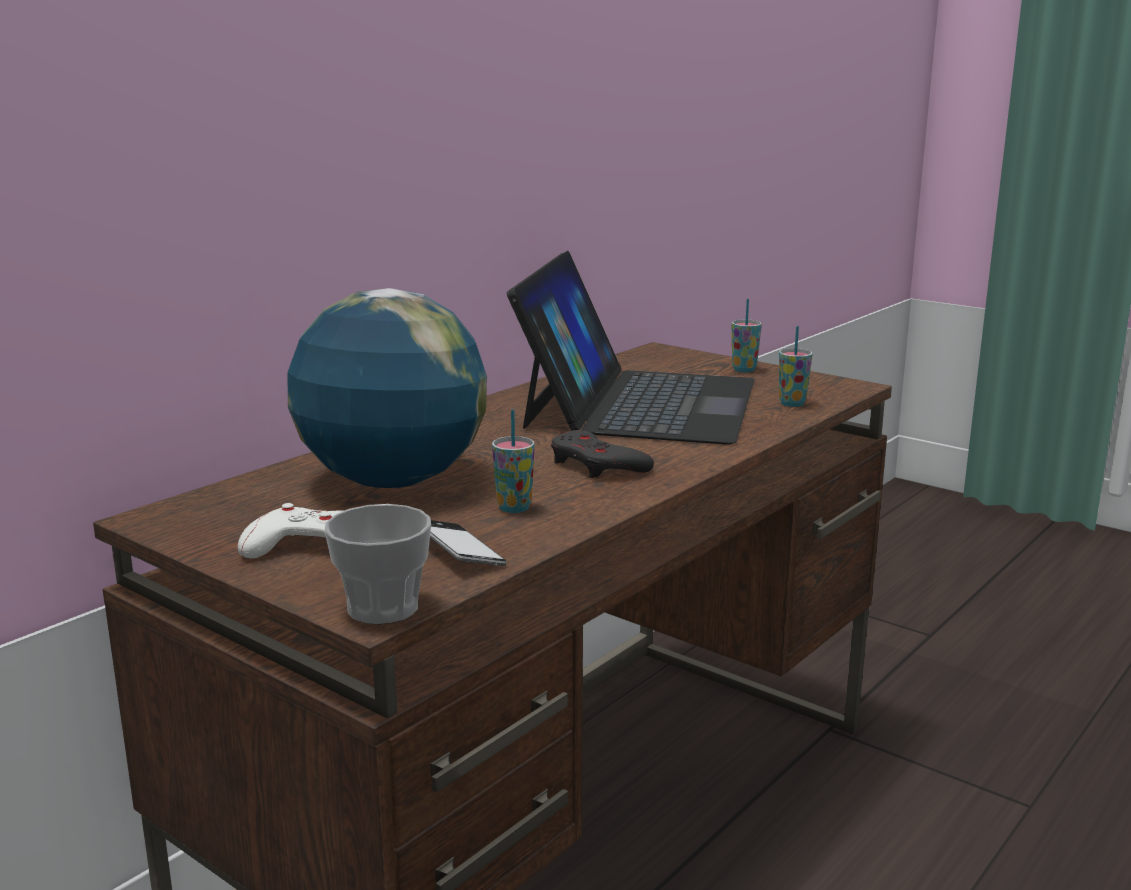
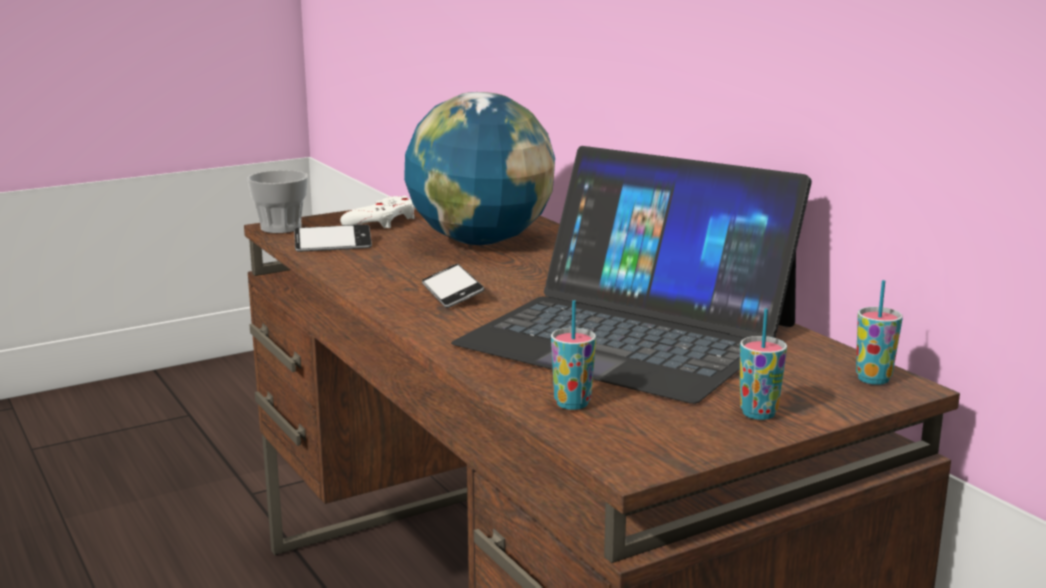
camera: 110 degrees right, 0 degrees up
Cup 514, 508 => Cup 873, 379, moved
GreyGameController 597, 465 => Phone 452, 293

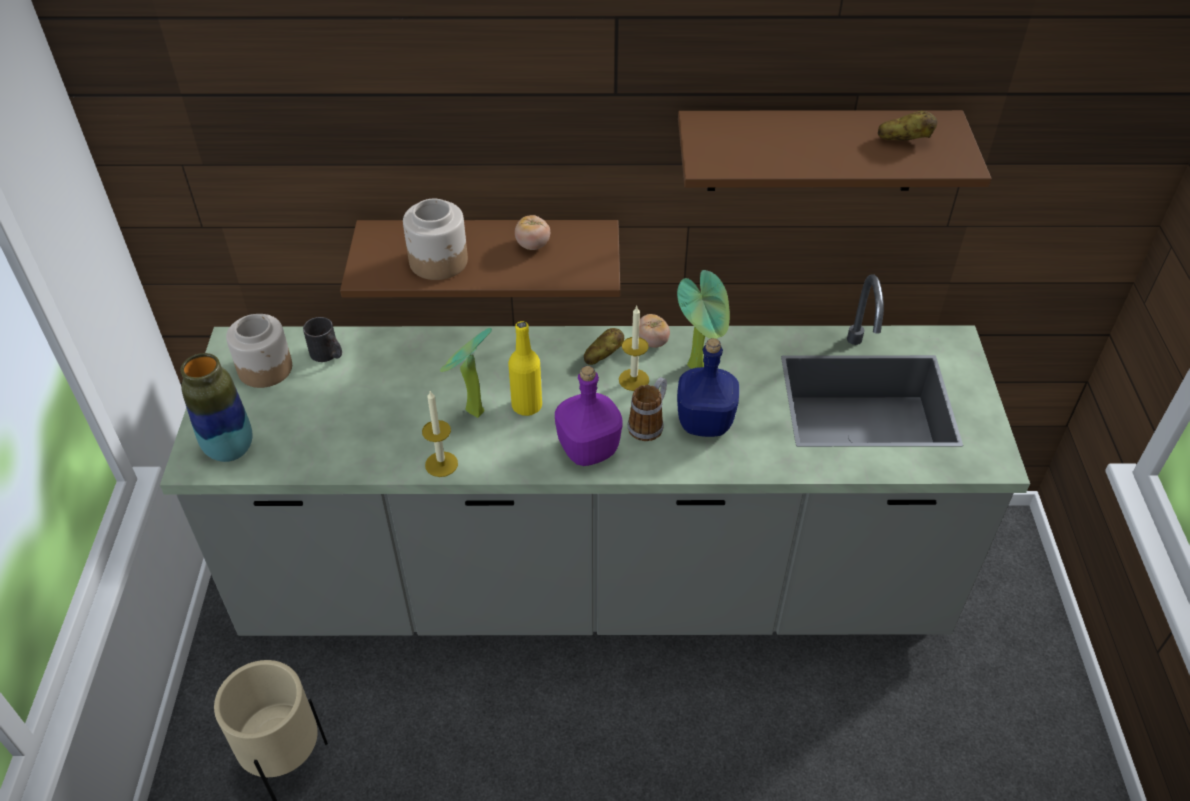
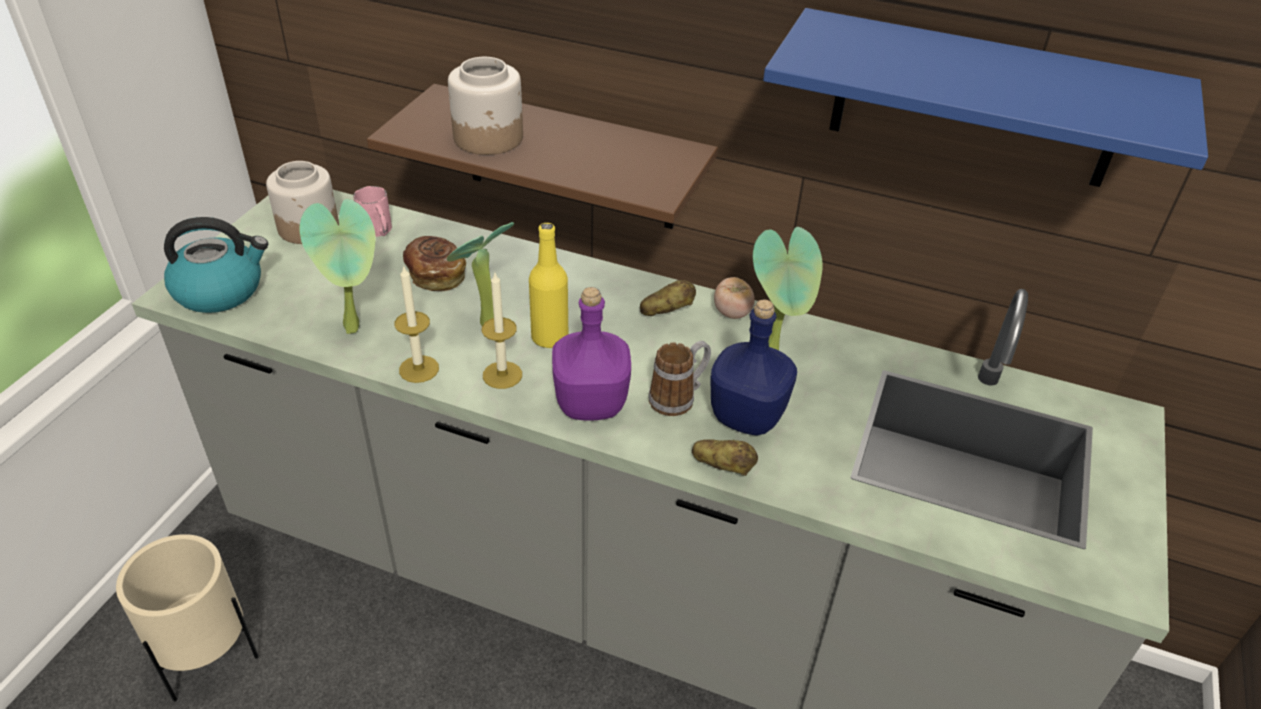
camera: 20 degrees right, 5 degrees down
Vase 230, 449 => Kettle 220, 290
BlackMug 328, 354 => PinkMug 378, 231
Tomato 533, 245 => nothing
Candle 633, 380 => Candle 502, 375, moved
BrownShelf 813, 150 => BlueShelf 976, 100
Potato 904, 140 => Potato 723, 467, moved
nothing => PottedPlant 356, 327
nothing => Bread 436, 275

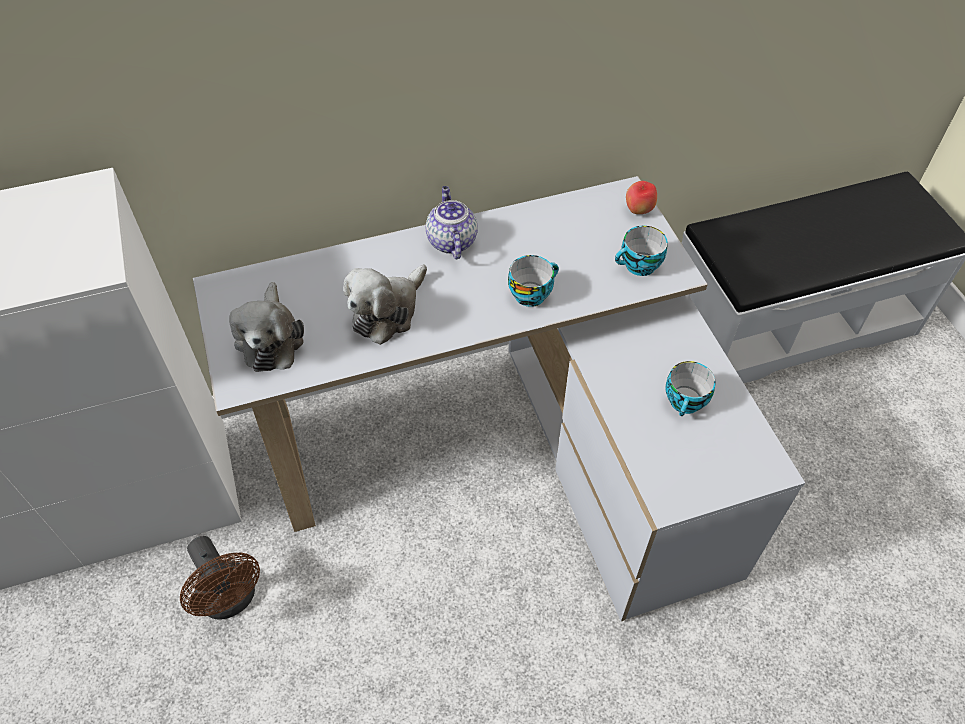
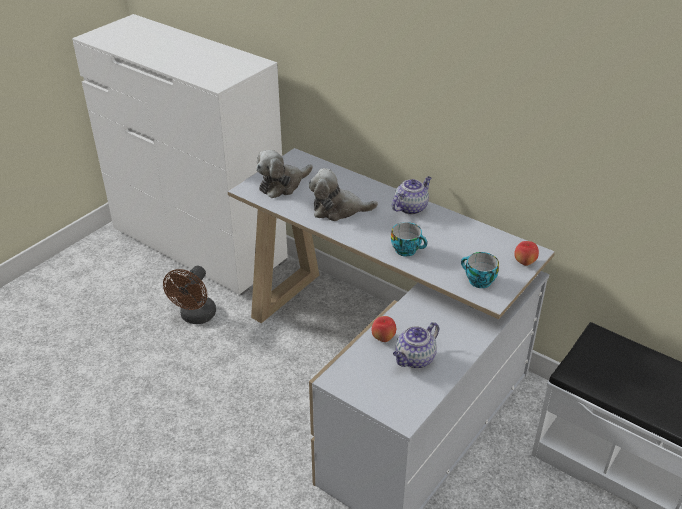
camera: 55 degrees right, 15 degrees down
Cup 686, 403 => Teapot 414, 359
nothing => Apple 383, 338

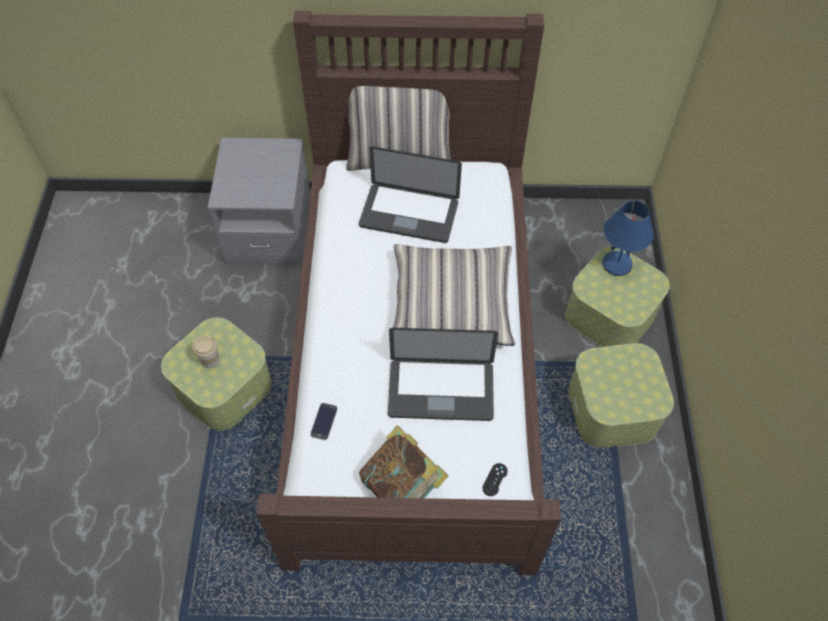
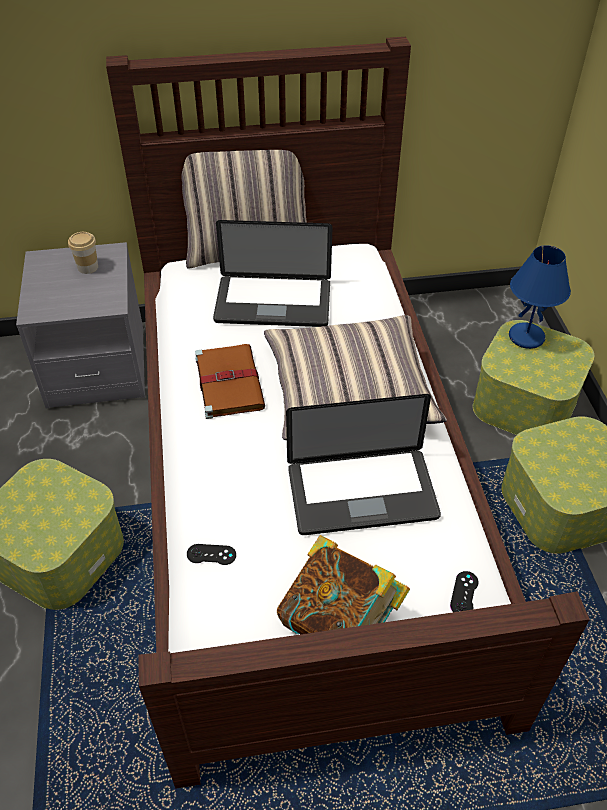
camera: 10 degrees left, 10 degrees down
Cup 210, 360 => Cup 88, 267, moved
Phone 324, 421 => BlackGameController 211, 554
nothing => BrownBook 228, 382

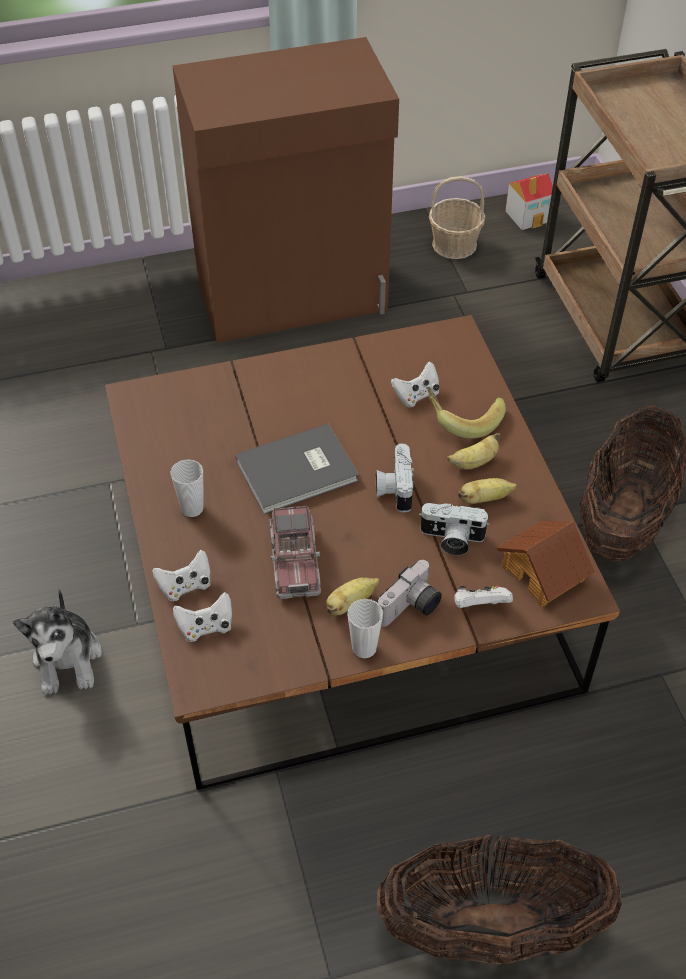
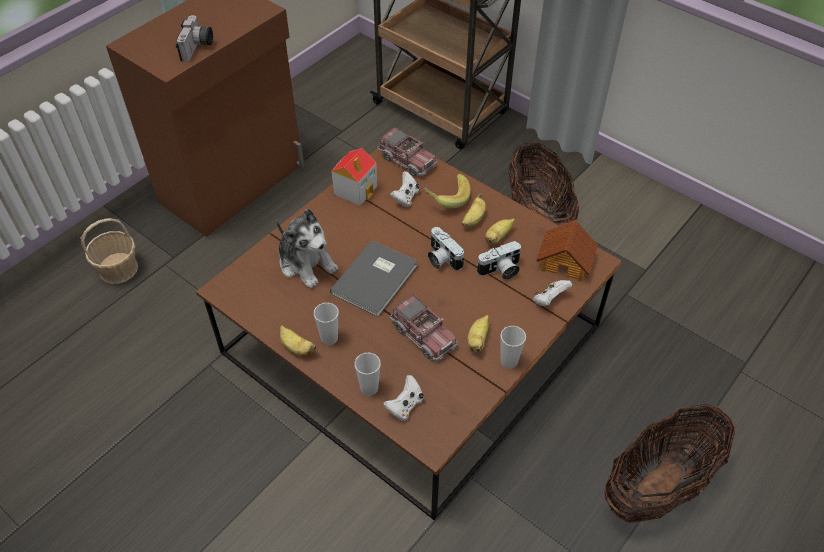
camera: 35 degrees left, 0 degrees up
PlushToy 68, 658 => PlushToy 306, 263, moved
WhiteGameController 185, 586 => Cup 369, 388
PhotoCamera 410, 608 => PhotoCamera 198, 48, moved
Basket 454, 244 => Basket 119, 269, moved
ToyHouse 528, 216 => ToyHouse 355, 189, moved
nothing => Banana 296, 348
nothing => ToyTruck 407, 160

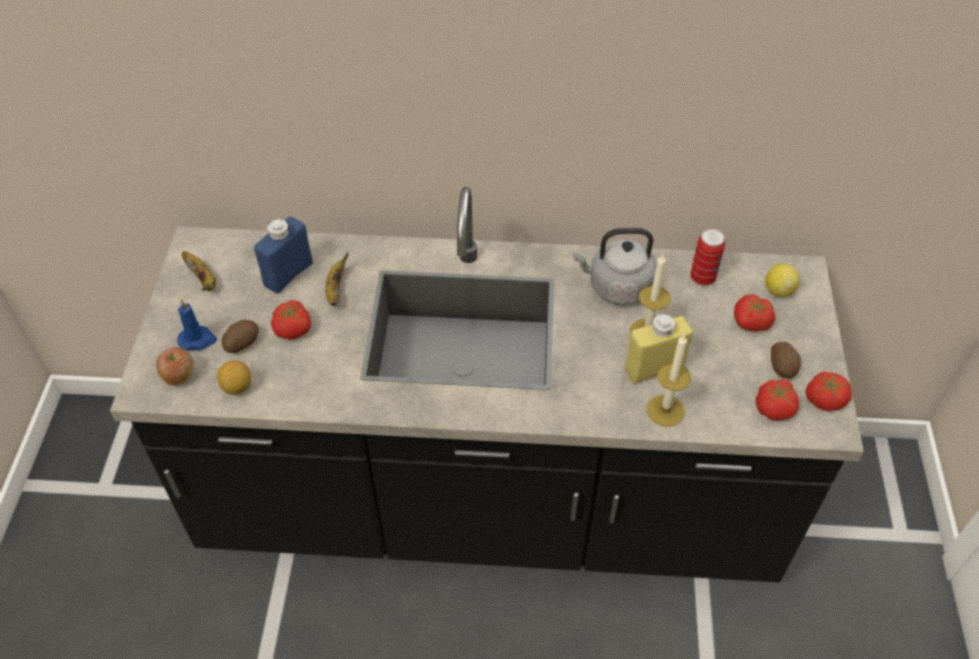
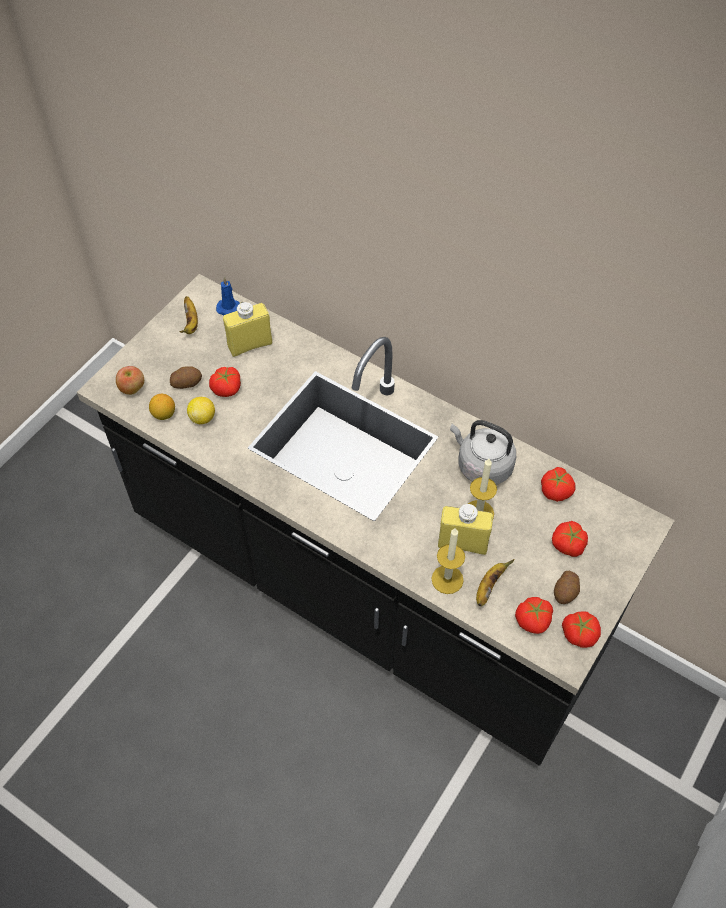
camera: 30 degrees right, 5 degrees up
BlueCandle 198, 339 => BlueCandle 230, 309, moved
BlueBottle 288, 274 => YellowBottle 250, 345
Banana 336, 290 => Banana 489, 586, moved
Can 702, 278 => Tomato 556, 490
Lemon 778, 290 => Lemon 203, 418, moved

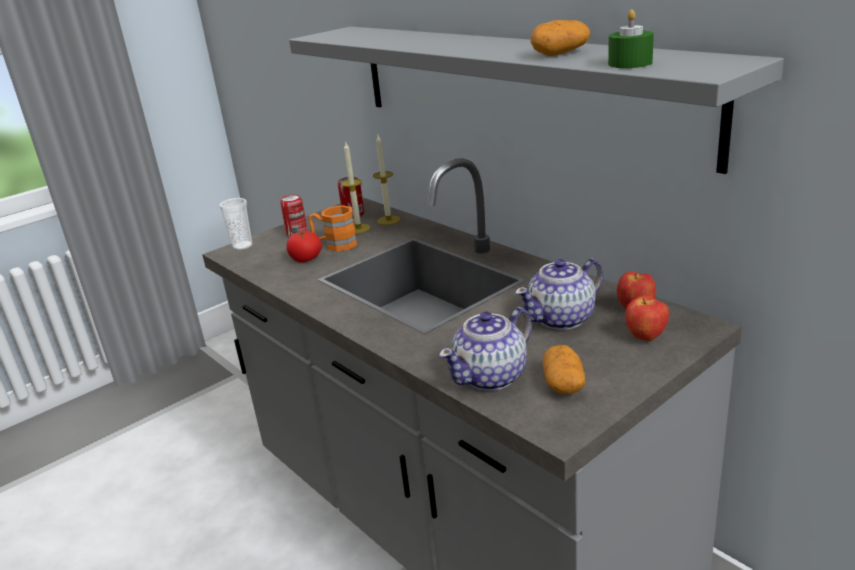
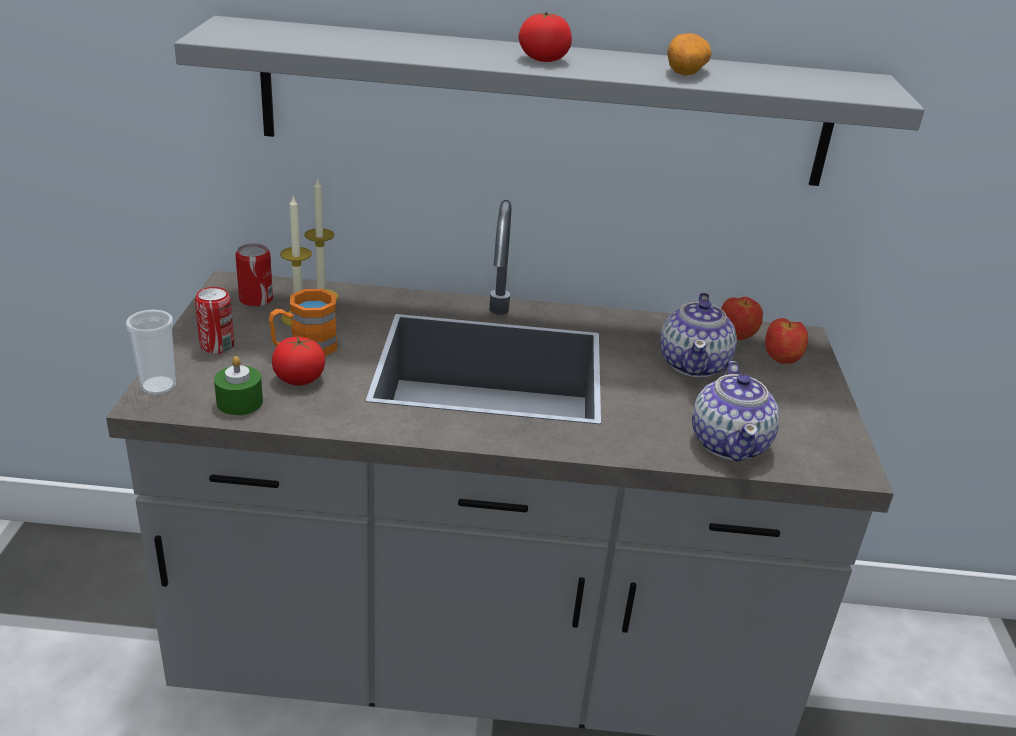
camera: 50 degrees left, 5 degrees up
Potato 563, 384 => nothing
GreenCandle 630, 63 => GreenCandle 239, 402, moved
nothing => Tomato 543, 59

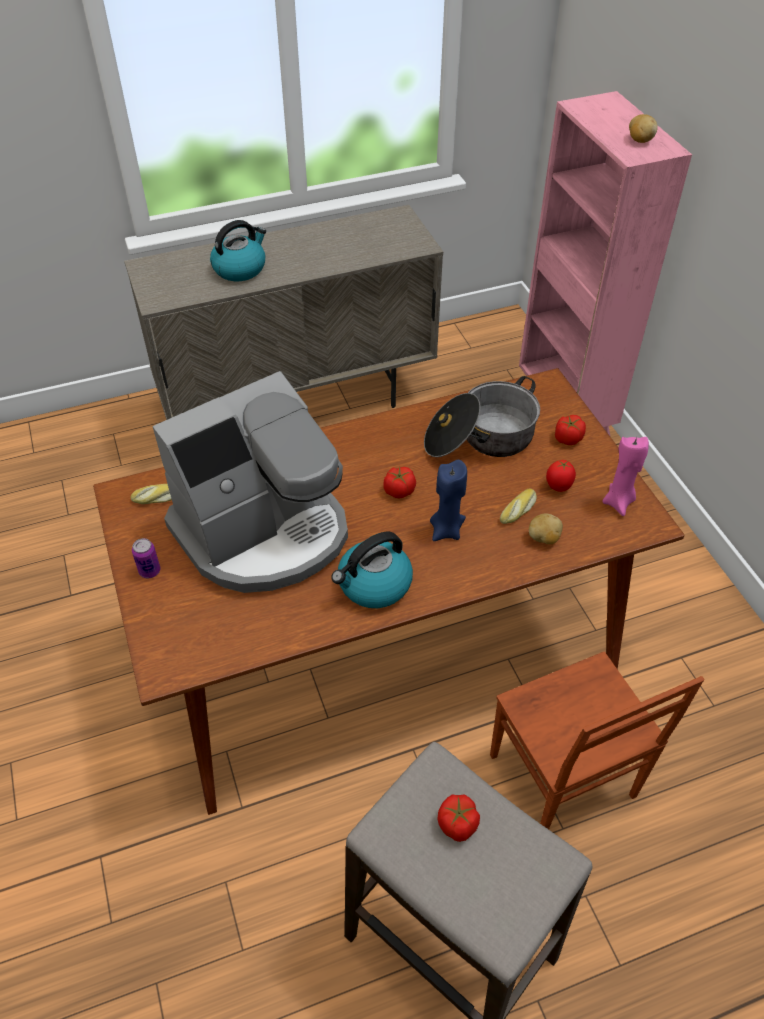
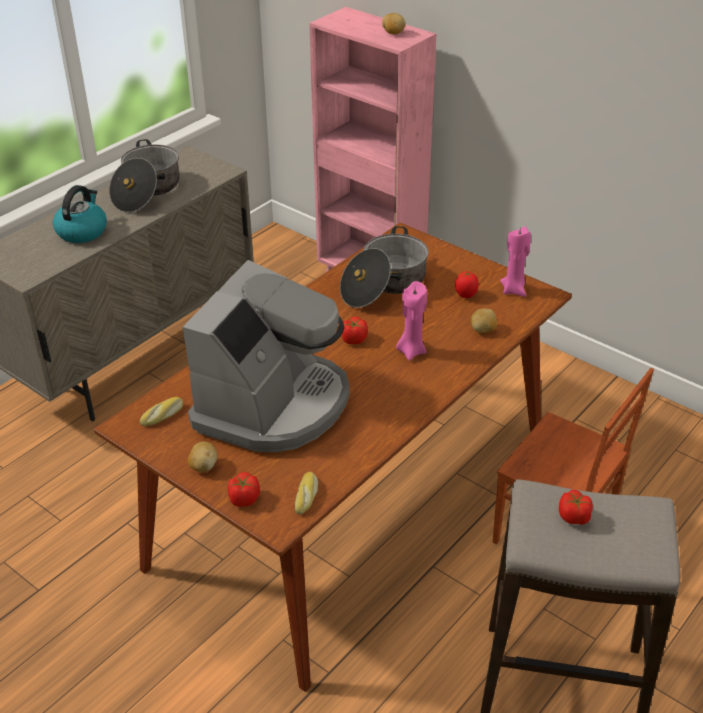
camera: 30 degrees left, 10 degrees down
Can 150, 571 => Potato 203, 466
Kettle 373, 585 => nothing
BlueCandle 446, 530 => PinkCandle 411, 351
Bread 518, 510 => Bread 307, 497, moved
Tomato 567, 438 => Tomato 244, 499, moved
nothing => CookingPot 147, 191

